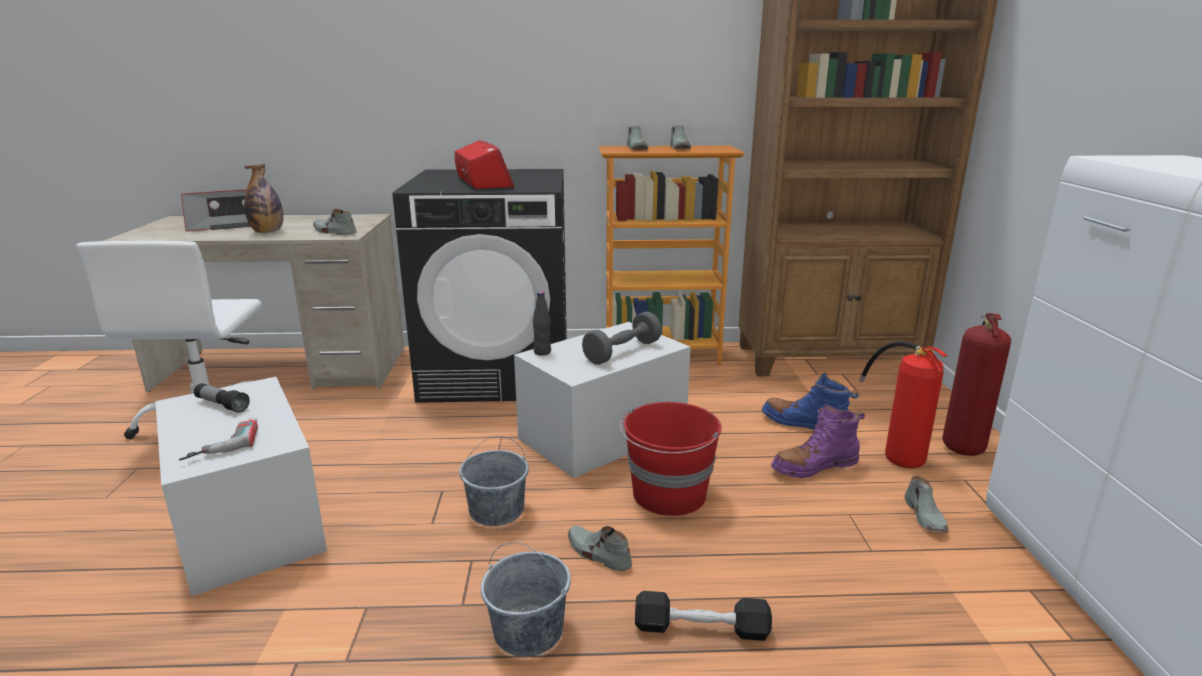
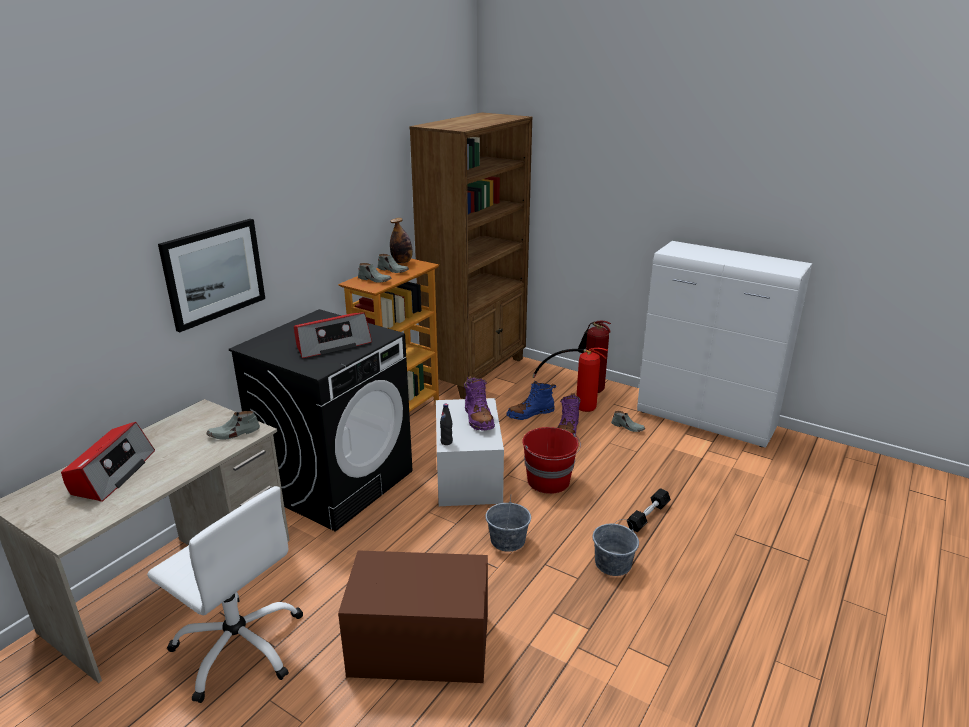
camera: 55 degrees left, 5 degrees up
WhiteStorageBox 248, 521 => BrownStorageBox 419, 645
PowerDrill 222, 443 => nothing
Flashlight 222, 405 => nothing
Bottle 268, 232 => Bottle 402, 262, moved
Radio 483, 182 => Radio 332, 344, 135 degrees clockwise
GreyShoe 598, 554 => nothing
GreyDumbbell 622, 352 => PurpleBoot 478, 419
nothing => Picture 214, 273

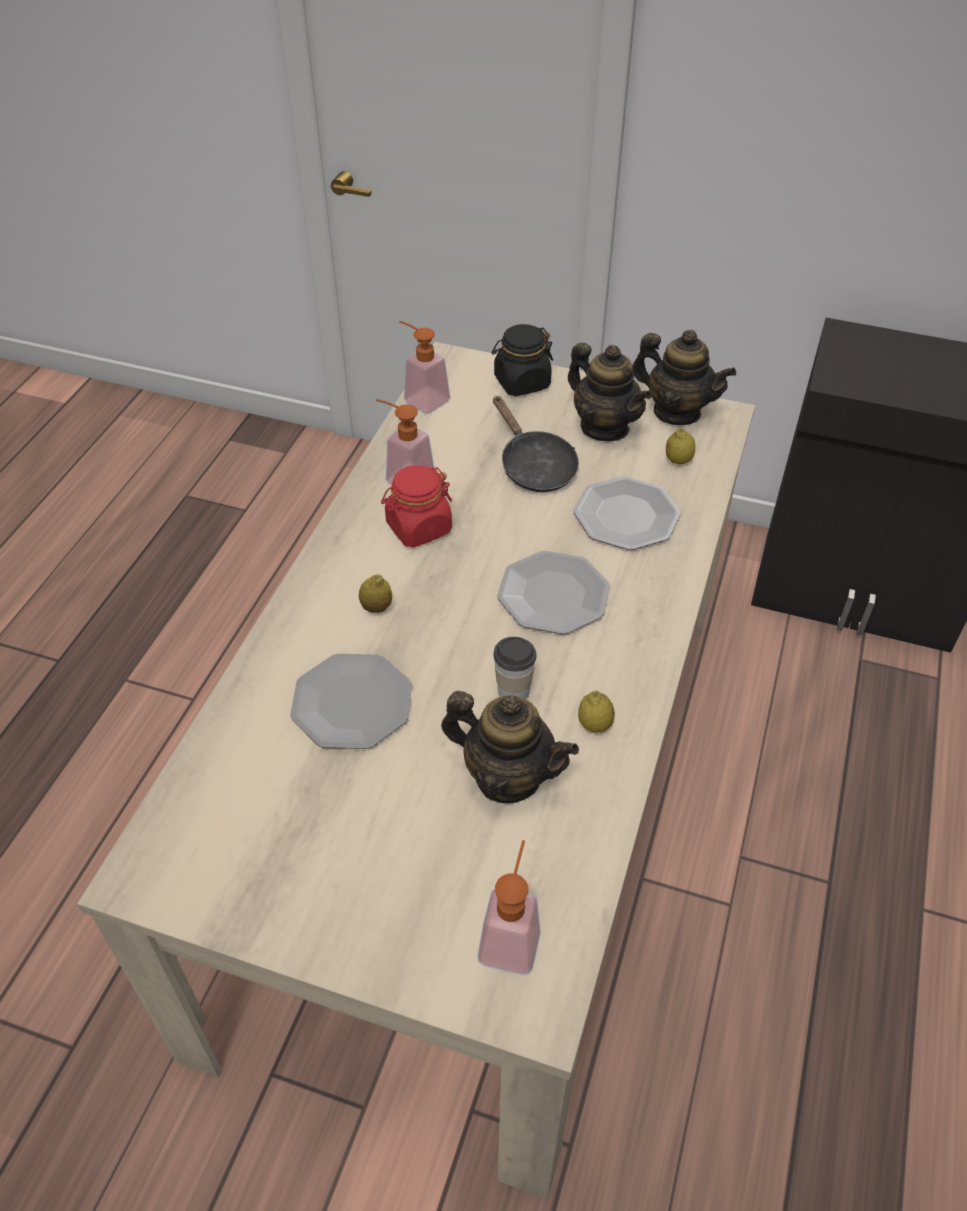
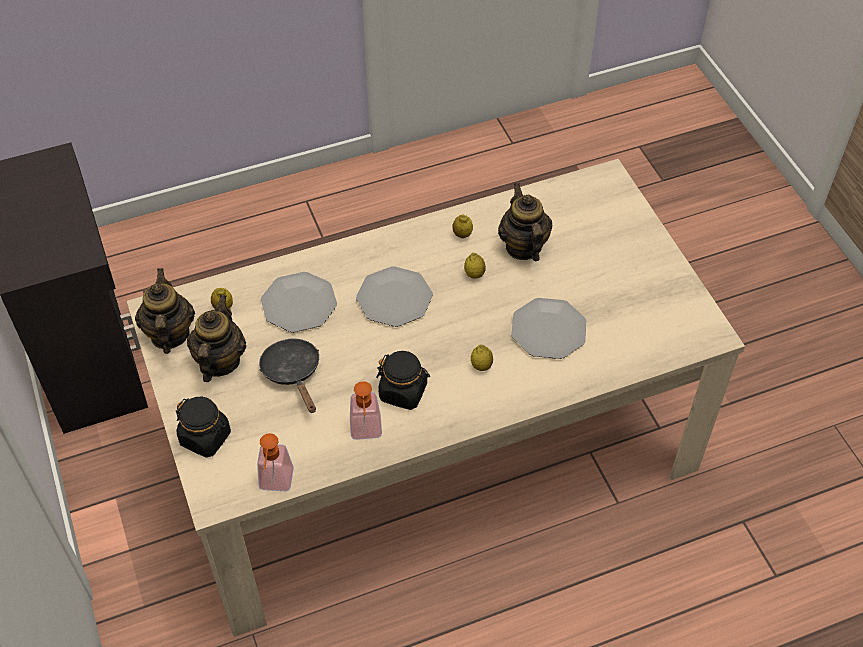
camera: 130 degrees left, 5 degrees up
RedJar 418, 528 => BlackJar 403, 392
SoapDispenser 512, 935 => nothing
BlackFryingPan 534, 466 => BlackFryingPan 293, 373, 45 degrees counterclockwise
Cup 513, 691 => Lemon 474, 274

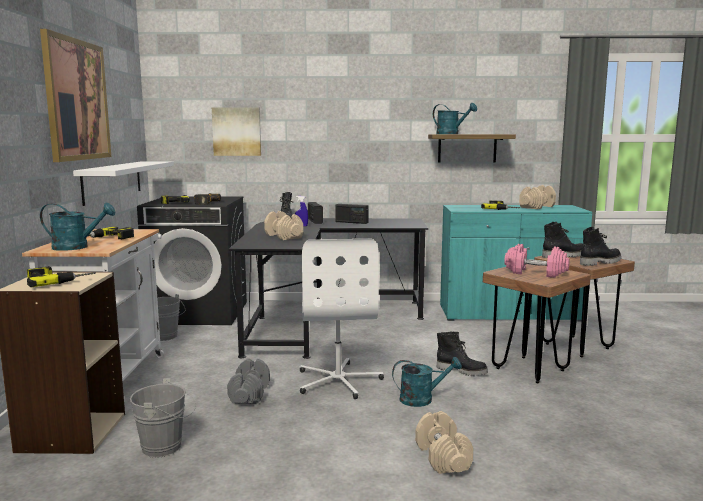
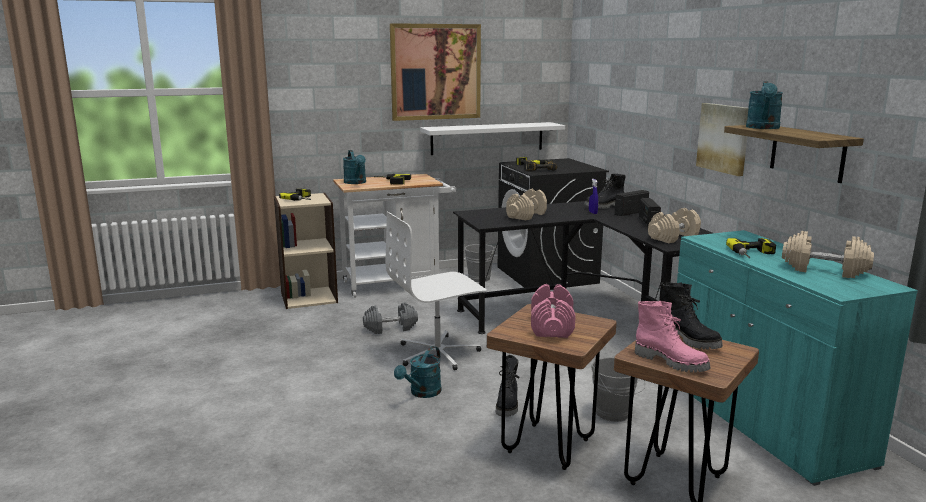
camera: 70 degrees right, 5 degrees up
GreyBucket 166, 447 => GreyBucket 614, 415, moved
Picture 237, 131 => Picture 724, 138, moved
TurquoiseWateringCan 422, 399 => TurquoiseWateringCan 422, 393, 60 degrees clockwise
BeigeDumbbell 442, 457 => BeigeDumbbell 673, 237, moved
BlackBoot 599, 262 => PinkBoot 671, 362

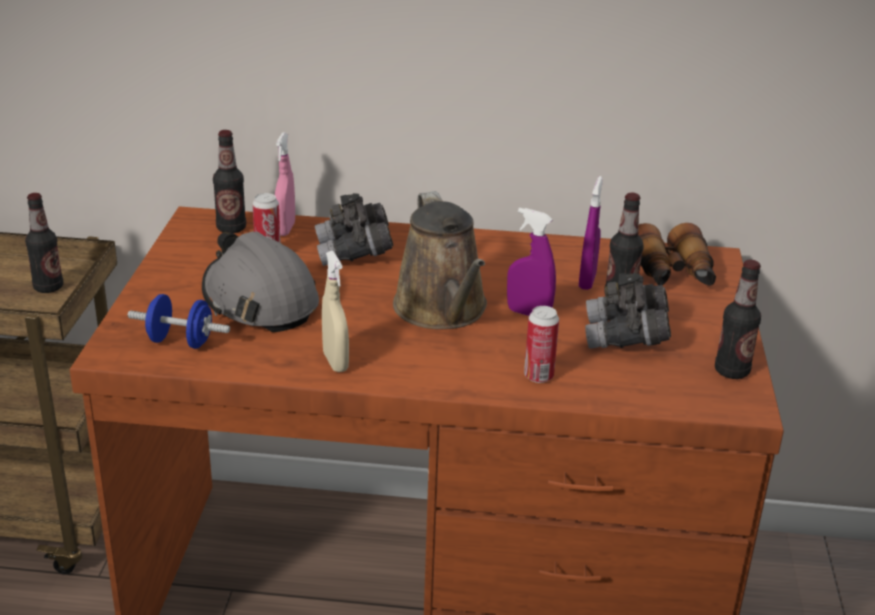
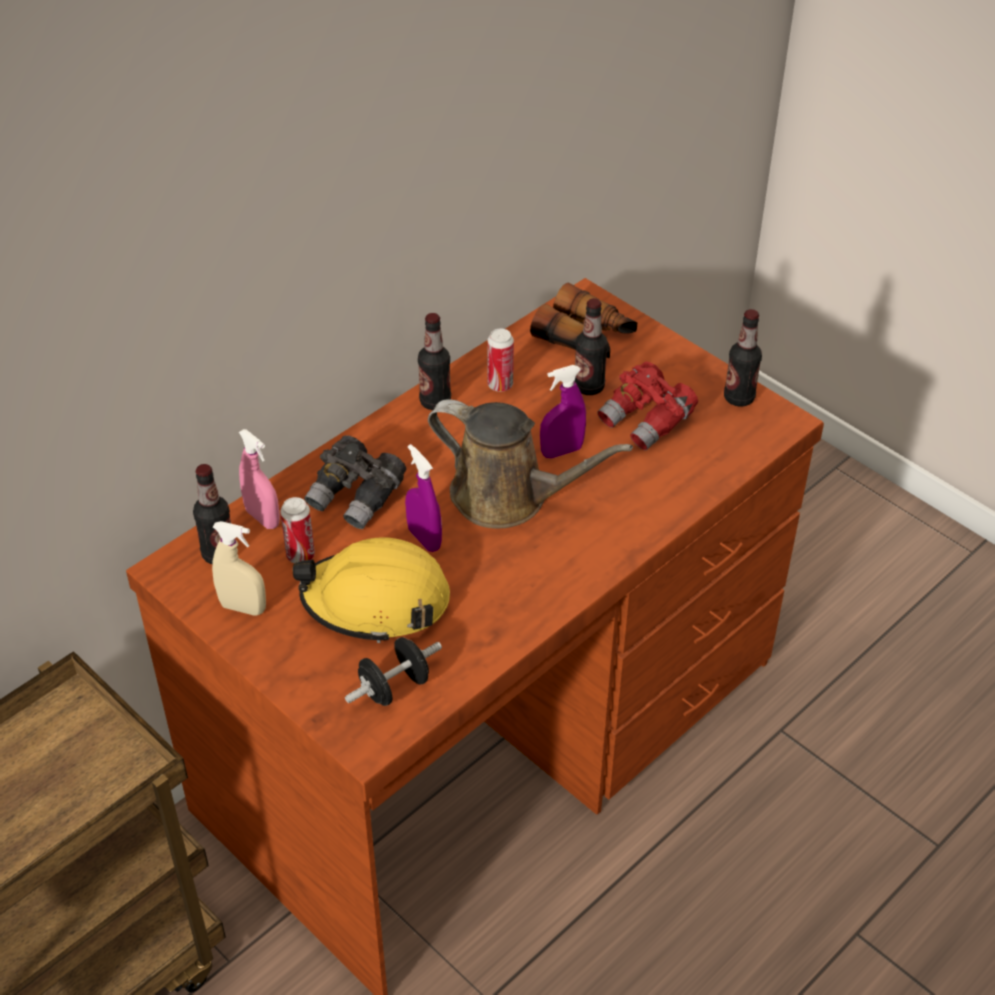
camera: 50 degrees left, 15 degrees up
Bottle 48, 287 => Bottle 435, 402, moved
BlueDumbbell 180, 342 => BlackDumbbell 394, 687
GreyHardHat 259, 301 => YellowHardHat 376, 601
BeigeSprayBottle 335, 362 => BeigeSprayBottle 243, 608, moved
Can 538, 376 => Can 500, 385, moved
PurpleSprayBottle 587, 281 => PurpleSprayBottle 424, 539, moved
GreyBinoculars 626, 338 => RedBinoculars 647, 421

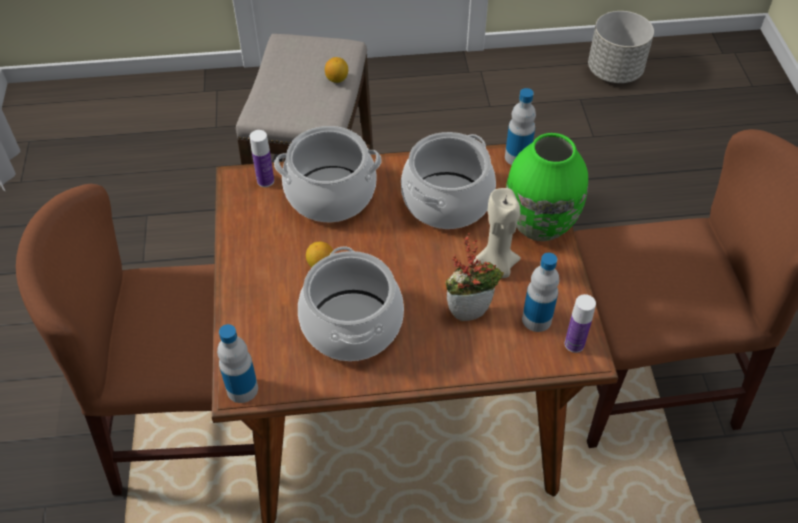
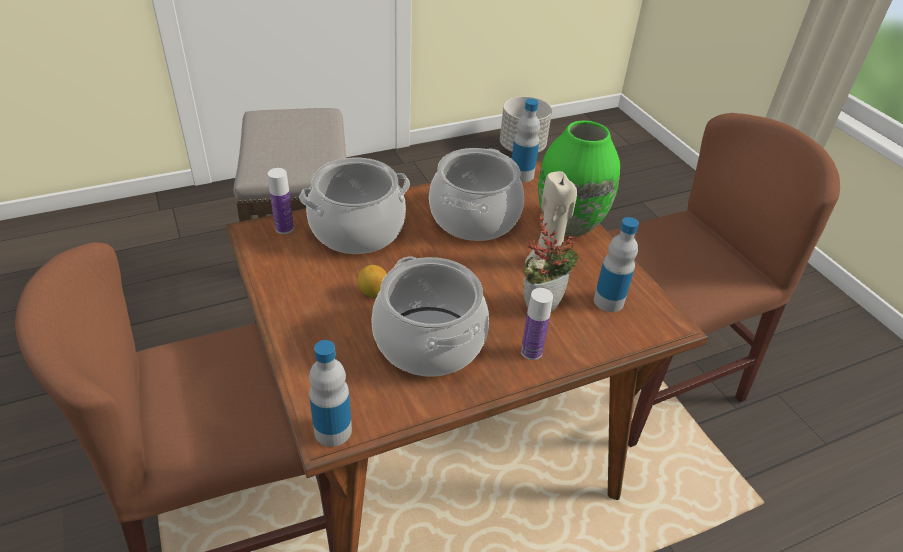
camera: 20 degrees left, 10 degrees down
Lemon 337, 79 => nothing
Bottle 574, 344 => Bottle 531, 352, moved

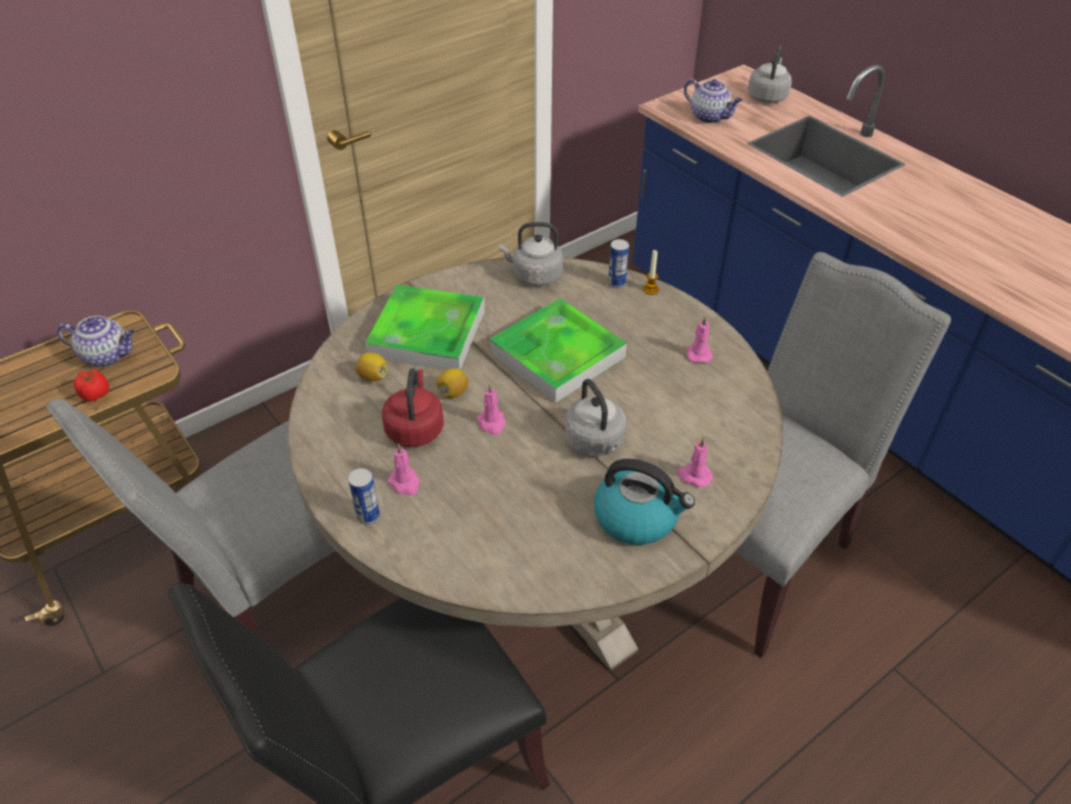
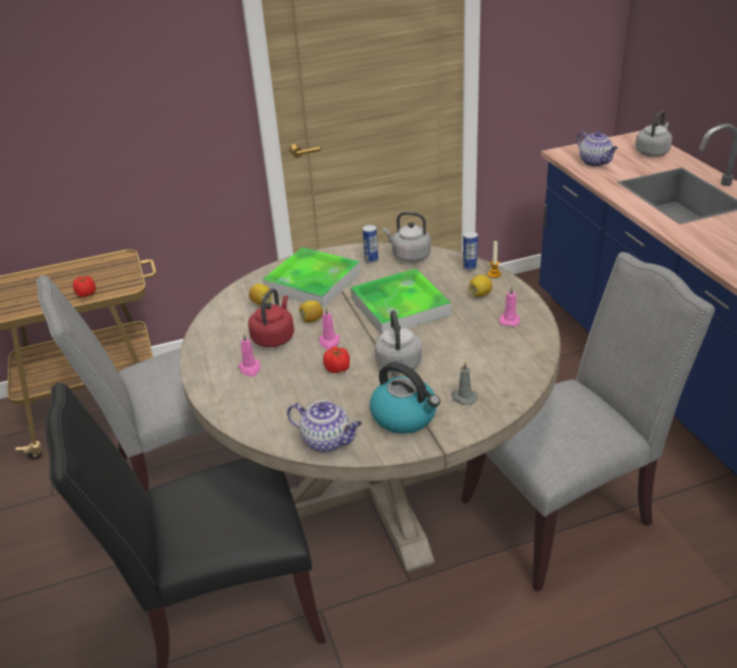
camera: 20 degrees right, 10 degrees down
Teapot 107, 356 => Teapot 327, 441, moved
Can 368, 516 => Can 371, 260, moved
PinkCandle 694, 476 => GreyCandle 463, 397
nothing => Tomato 338, 368
nothing => Lemon 480, 294

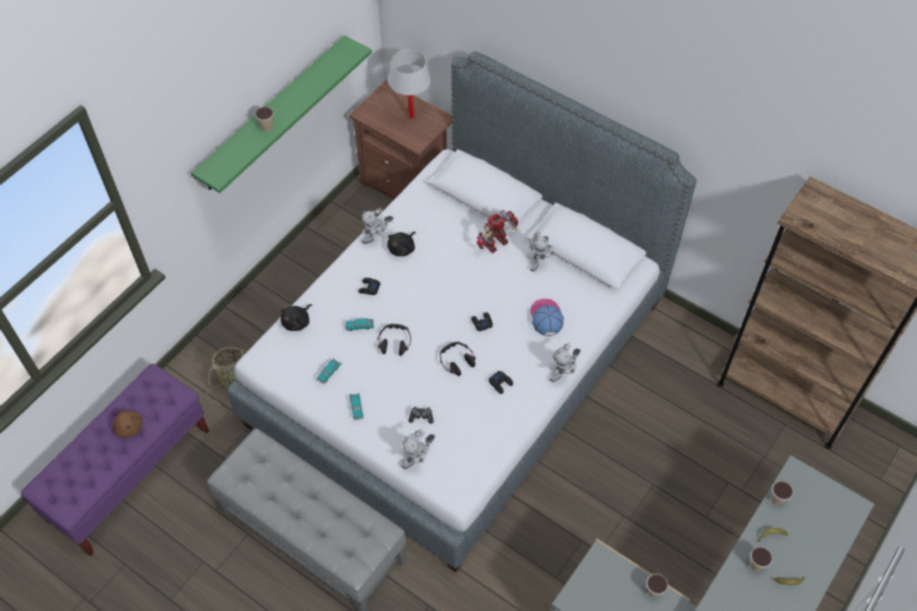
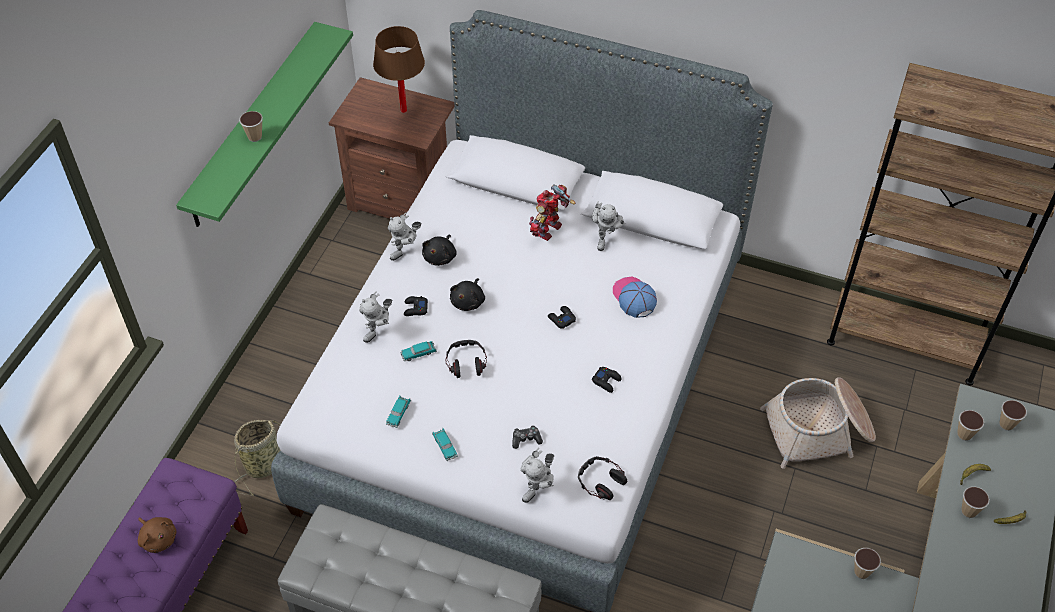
camera: 15 degrees left, 5 degrees down
BlackPlushToy 297, 322 => BlackPlushToy 468, 301, moved
WhiteTableLamp 411, 116 => BrownTableLamp 403, 110
Headphones 456, 361 => Headphones 601, 481, moved
ToyRobot 564, 373 => ToyRobot 379, 331, moved
nothing => Basket 819, 431
nothing => Cup 1006, 424

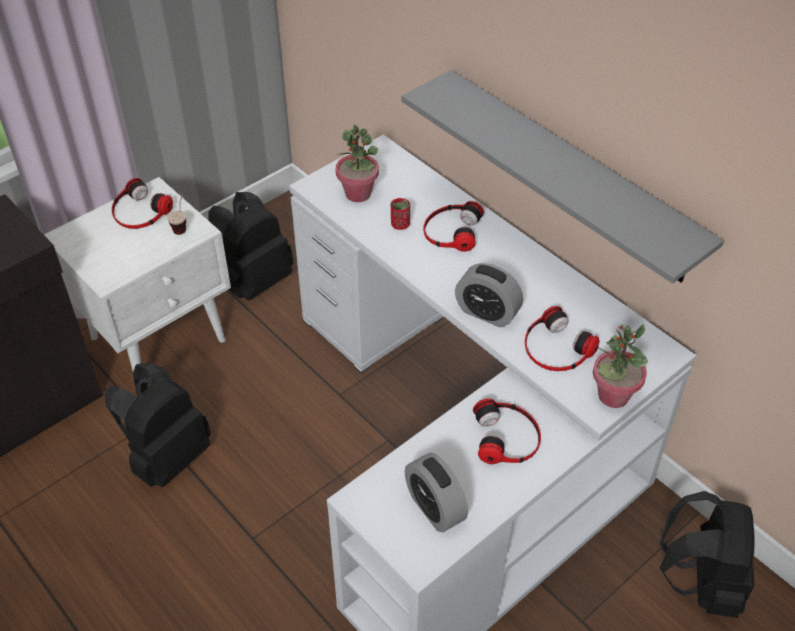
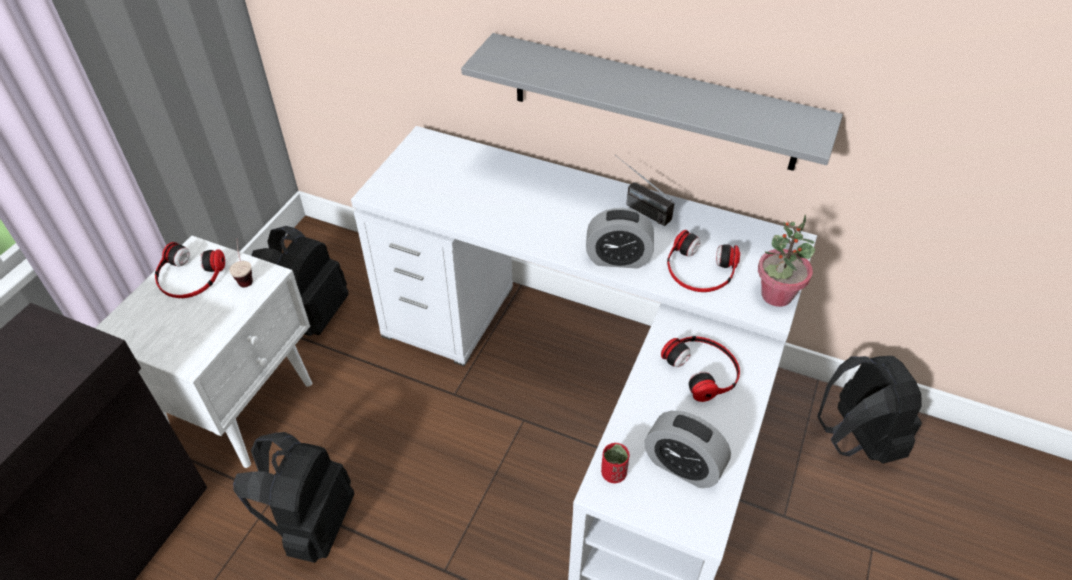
camera: 25 degrees left, 0 degrees up
PottedPlant 358, 193 => nothing
RedCup 400, 225 => RedCup 613, 473, moved
Headphones 451, 231 => nothing
nothing => Radio 637, 207

